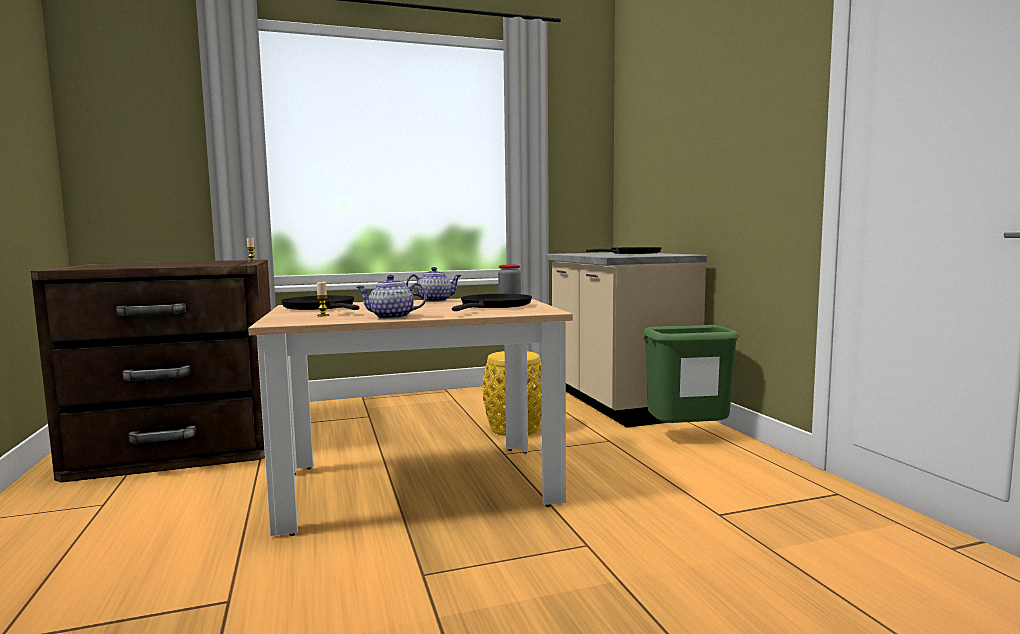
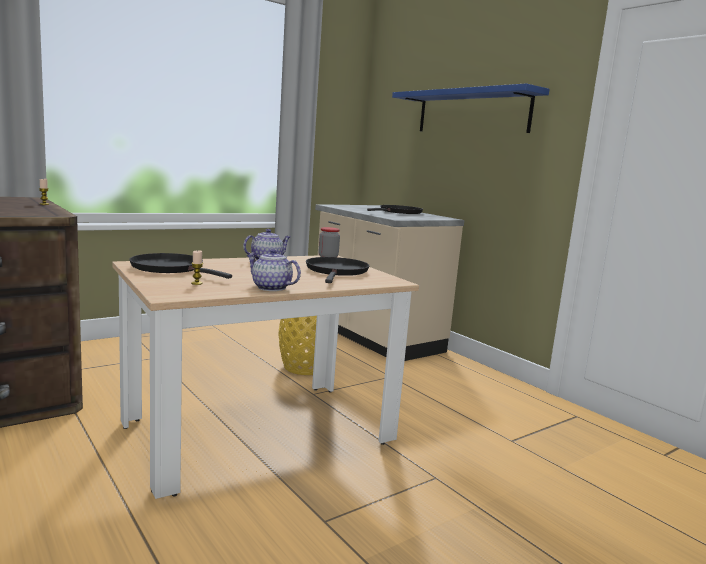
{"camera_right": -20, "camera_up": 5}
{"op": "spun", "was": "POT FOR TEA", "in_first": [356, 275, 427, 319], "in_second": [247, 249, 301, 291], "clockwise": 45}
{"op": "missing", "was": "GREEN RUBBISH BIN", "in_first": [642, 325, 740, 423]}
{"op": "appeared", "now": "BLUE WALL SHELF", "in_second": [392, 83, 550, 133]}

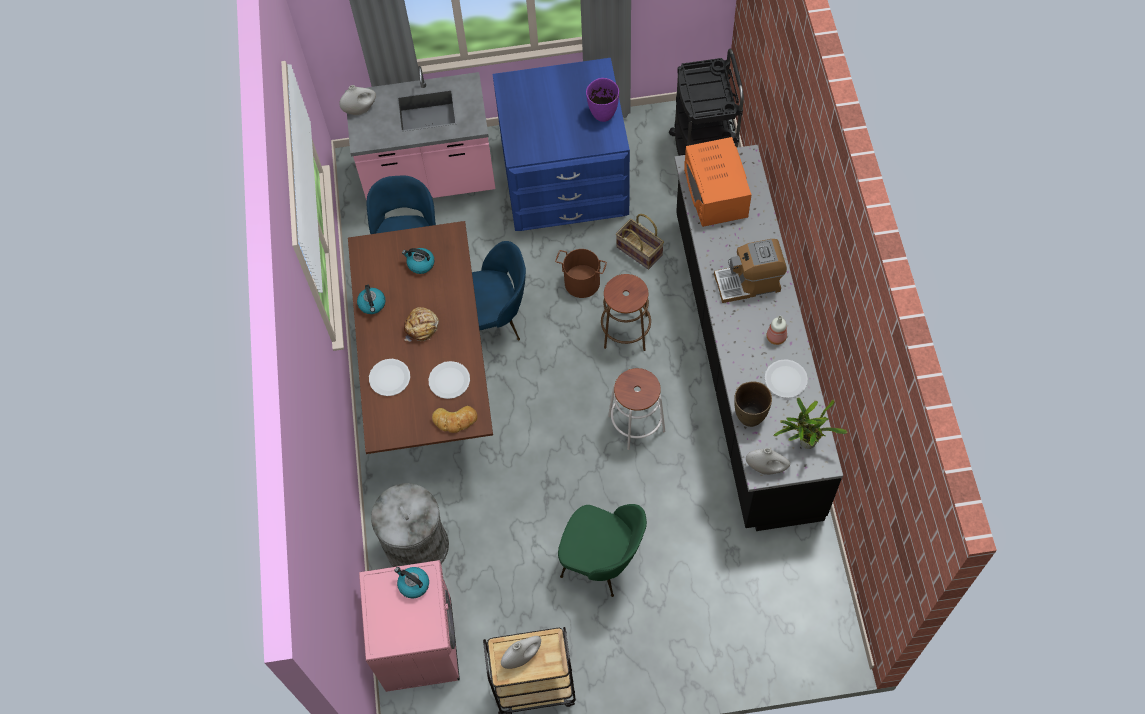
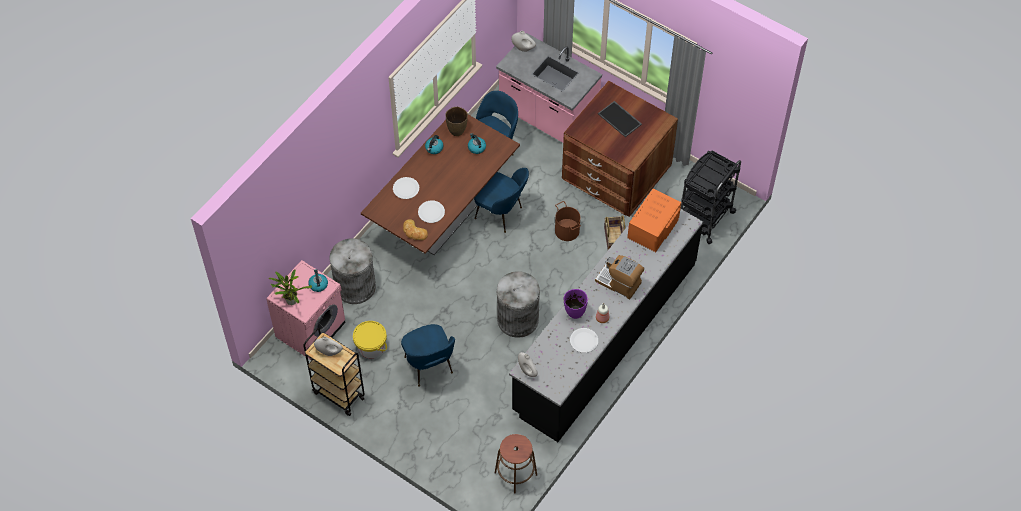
{"camera_right": 40, "camera_up": -5}
{"op": "colour", "was": "BLUE CHEST OF DRAWERS", "now": "BROWN-COLOURED CHEST OF DRAWERS", "in_first": [493, 58, 630, 231], "in_second": [562, 81, 678, 217]}
{"op": "relocated", "was": "PURPLE DECORATIVE VASE", "in_first": [586, 78, 619, 122], "in_second": [564, 289, 588, 319]}
{"op": "relocated", "was": "BROWN-COLOURED STOOL", "in_first": [601, 274, 651, 351], "in_second": [495, 434, 537, 494]}
{"op": "missing", "was": "BREAD", "in_first": [404, 307, 439, 342]}
{"op": "exchanged", "was": "WHITE-COLOURED STOOL", "now": "GREY RUBBISH BIN", "in_first": [608, 368, 665, 450], "in_second": [497, 271, 540, 338]}
{"op": "relocated", "was": "BROWN-COLOURED DECORATIVE VASE", "in_first": [734, 382, 772, 427], "in_second": [445, 107, 468, 136]}
{"op": "relocated", "was": "HOUSEPLANT", "in_first": [774, 398, 847, 449], "in_second": [269, 269, 312, 305]}
{"op": "colour", "was": "GREEN UPRIGHT CHAIR", "now": "BLUE UPRIGHT CHAIR", "in_first": [558, 504, 647, 597], "in_second": [401, 324, 455, 387]}
{"op": "appeared", "now": "TRAY", "in_second": [598, 101, 642, 137]}
{"op": "appeared", "now": "YELLOW WATER BUCKET", "in_second": [353, 321, 387, 359]}

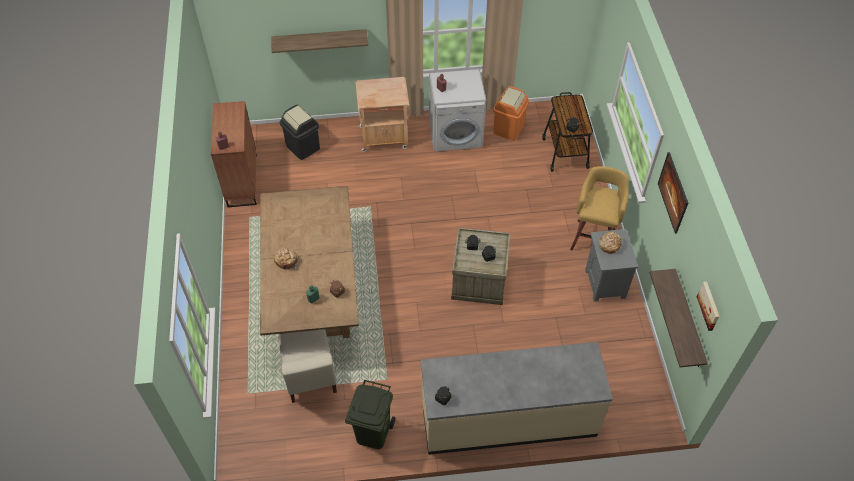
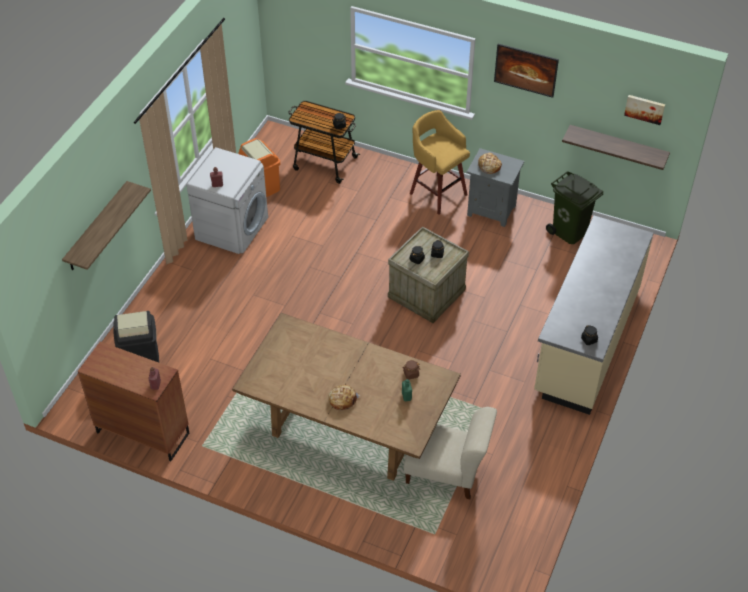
{"camera_right": -60, "camera_up": -5}
{"op": "missing", "was": "BROWN-COLOURED TROLLEY", "in_first": [356, 77, 409, 152]}
{"op": "relocated", "was": "GREEN RUBBISH BIN", "in_first": [345, 380, 395, 449], "in_second": [546, 171, 603, 244]}

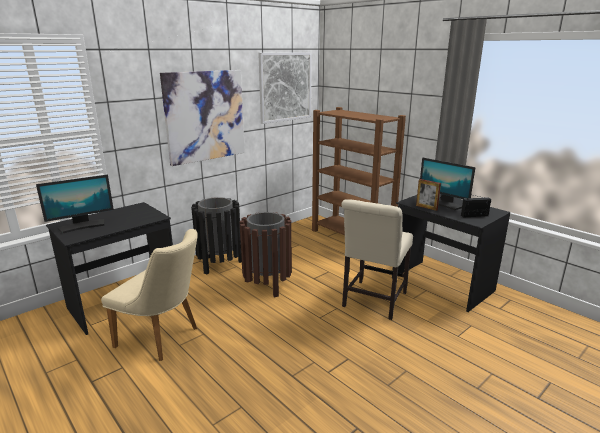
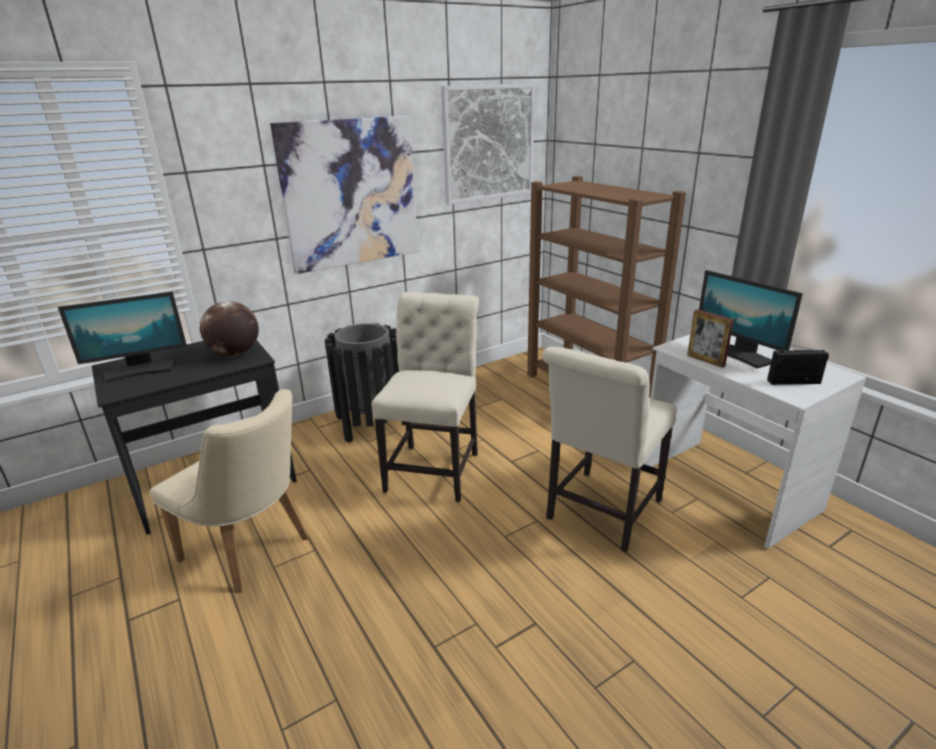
{"camera_right": 10, "camera_up": 5}
{"op": "colour", "was": "BLACK-COLOURED DESK", "now": "WHITE-COLOURED DESK", "in_first": [392, 194, 510, 312], "in_second": [644, 335, 866, 549]}
{"op": "exchanged", "was": "BROWN-COLOURED RUBBISH BIN", "now": "BEIGE UPRIGHT CHAIR", "in_first": [240, 212, 292, 298], "in_second": [372, 292, 479, 502]}
{"op": "appeared", "now": "DESK GLOBE", "in_second": [200, 301, 259, 357]}

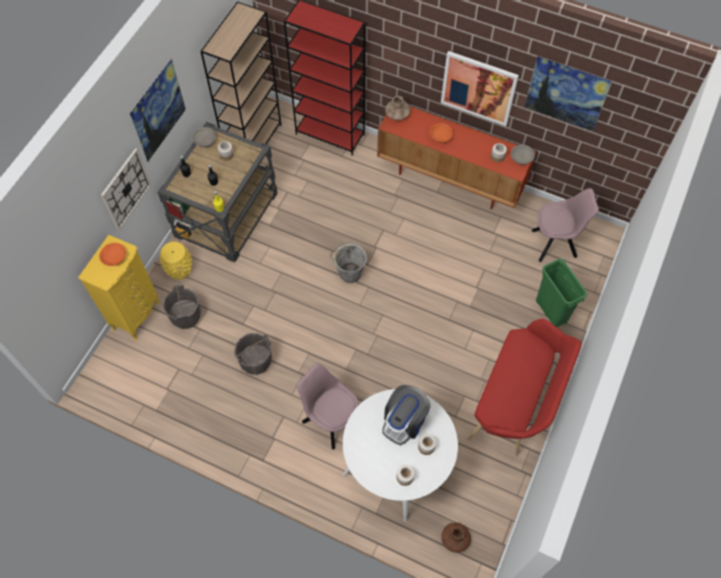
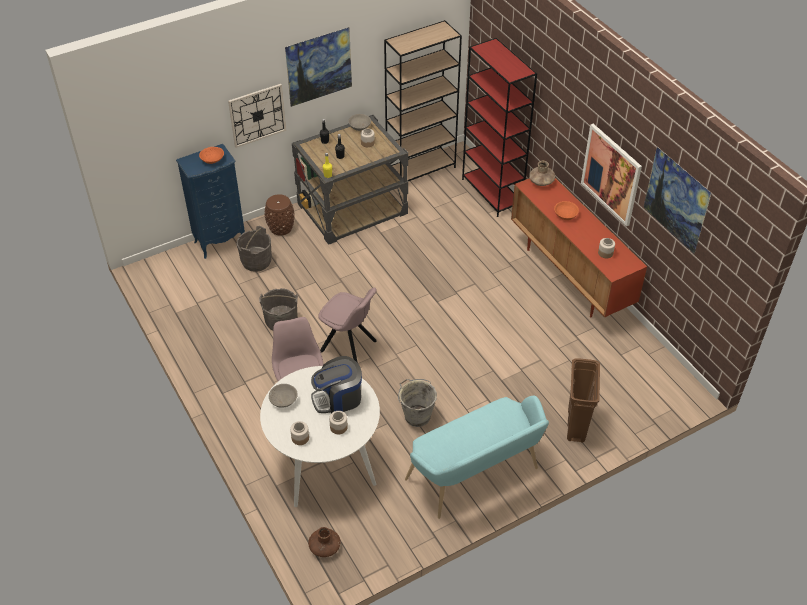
{"camera_right": 35, "camera_up": -15}
{"op": "relocated", "was": "GREY SERVING BOWL", "in_first": [511, 145, 535, 165], "in_second": [269, 384, 298, 408]}
{"op": "relocated", "was": "PINKISH UPRIGHT CHAIR", "in_first": [532, 188, 599, 262], "in_second": [318, 287, 377, 363]}
{"op": "colour", "was": "YELLOW CHEST OF DRAWERS", "now": "BLUE CHEST OF DRAWERS", "in_first": [78, 235, 161, 341], "in_second": [176, 144, 245, 259]}
{"op": "colour", "was": "YELLOW STOOL", "now": "BROWN-COLOURED STOOL", "in_first": [160, 242, 192, 280], "in_second": [265, 194, 295, 235]}
{"op": "relocated", "was": "GREY WATER BUCKET", "in_first": [330, 242, 367, 283], "in_second": [398, 379, 437, 427]}
{"op": "colour", "was": "GREEN RUBBISH BIN", "now": "BROWN-COLOURED RUBBISH BIN", "in_first": [536, 259, 588, 328], "in_second": [567, 358, 600, 443]}
{"op": "colour", "was": "RED BENCH", "now": "BLUE-GREEN BENCH", "in_first": [467, 319, 582, 456], "in_second": [405, 396, 549, 519]}

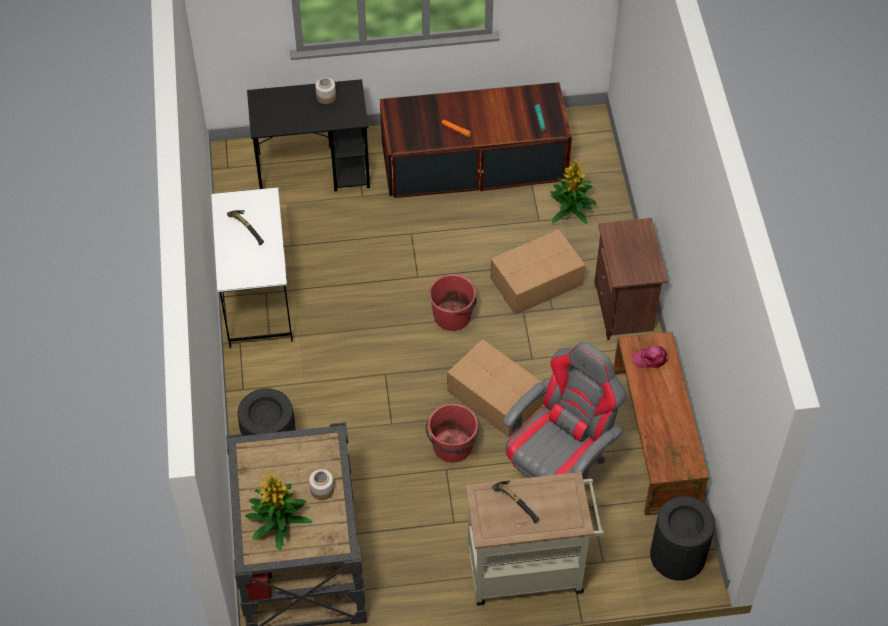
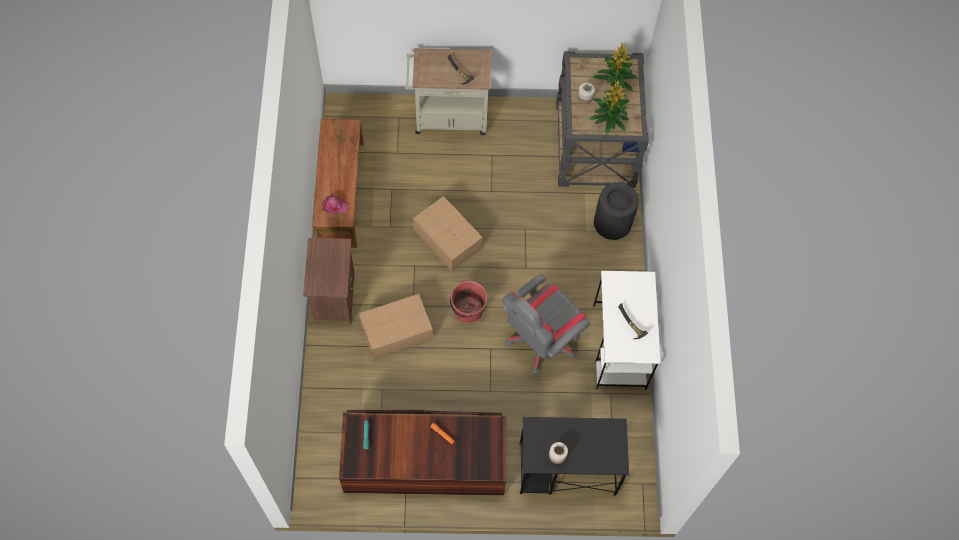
{"camera_right": -175, "camera_up": 10}
{"op": "relocated", "was": "HOUSEPLANT", "in_first": [550, 159, 596, 224], "in_second": [589, 80, 630, 135]}
{"op": "relocated", "was": "GREY COMPUTER CHAIR", "in_first": [503, 342, 626, 479], "in_second": [503, 274, 590, 375]}
{"op": "missing", "was": "RED WATER BUCKET", "in_first": [426, 404, 479, 462]}
{"op": "missing", "was": "BLACK-COLOURED RUBBISH BIN", "in_first": [650, 496, 715, 581]}

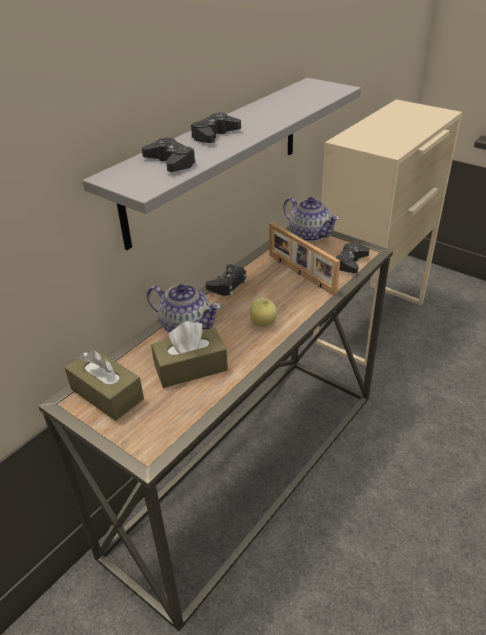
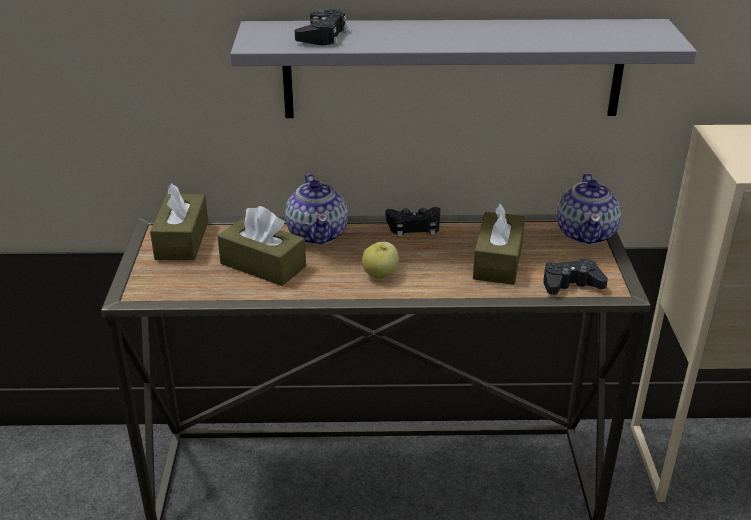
{"camera_right": 50, "camera_up": -5}
{"op": "missing", "was": "BLACK-COLOURED JOYPAD", "in_first": [191, 113, 241, 143]}
{"op": "exchanged", "was": "PHOTO FRAME", "now": "BROWN-COLOURED TISSUE HOLDER", "in_first": [269, 222, 340, 296], "in_second": [473, 202, 525, 285]}

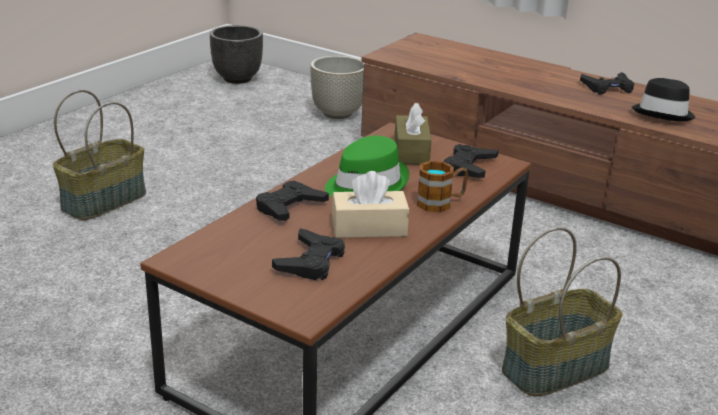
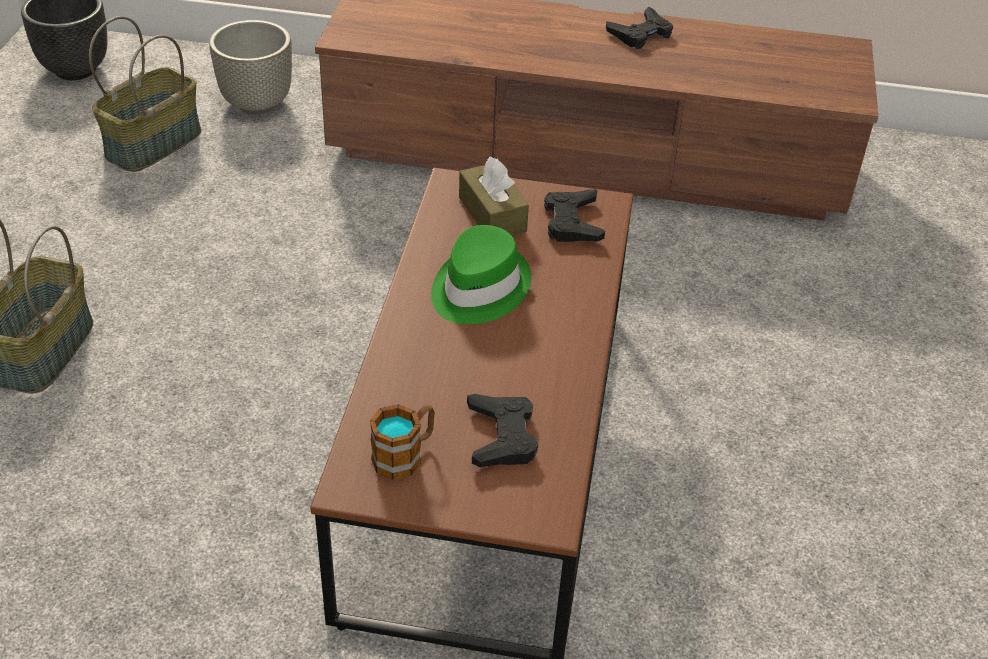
{"camera_right": -25, "camera_up": 15}
{"op": "missing", "was": "BLACK-COLOURED HAT", "in_first": [631, 78, 695, 122]}
{"op": "relocated", "was": "TEA MUG", "in_first": [417, 161, 468, 212], "in_second": [370, 404, 435, 480]}
{"op": "missing", "was": "BEIGE TISSUE HOLDER", "in_first": [332, 171, 409, 238]}
{"op": "missing", "was": "BLACK-COLOURED JOYPAD", "in_first": [256, 181, 329, 221]}
{"op": "relocated", "was": "BASKET", "in_first": [502, 227, 622, 397], "in_second": [89, 16, 201, 172]}

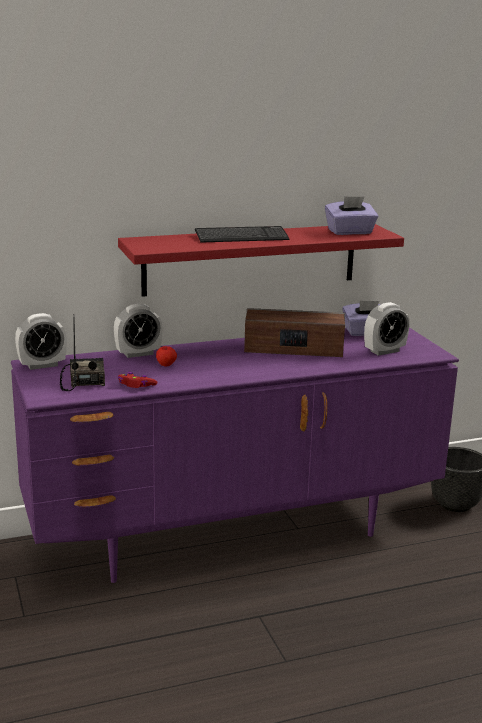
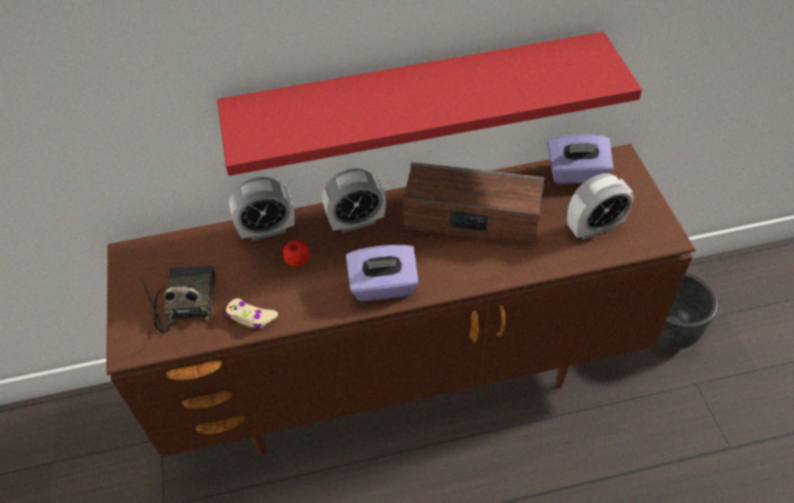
{"camera_right": 10, "camera_up": 30}
{"op": "relocated", "was": "PURPLE TISSUE HOLDER", "in_first": [325, 196, 378, 235], "in_second": [346, 245, 419, 301]}
{"op": "missing", "was": "PC KEYBOARD", "in_first": [195, 226, 289, 243]}
{"op": "relocated", "was": "ALARM CLOCK", "in_first": [15, 313, 67, 370], "in_second": [322, 168, 386, 233]}
{"op": "colour", "was": "PURPLE CHEST OF DRAWERS", "now": "BROWN-COLOURED CHEST OF DRAWERS", "in_first": [11, 328, 459, 583], "in_second": [106, 144, 696, 457]}
{"op": "colour", "was": "RED JOYPAD", "now": "BEIGE JOYPAD", "in_first": [118, 372, 157, 388], "in_second": [225, 298, 278, 328]}

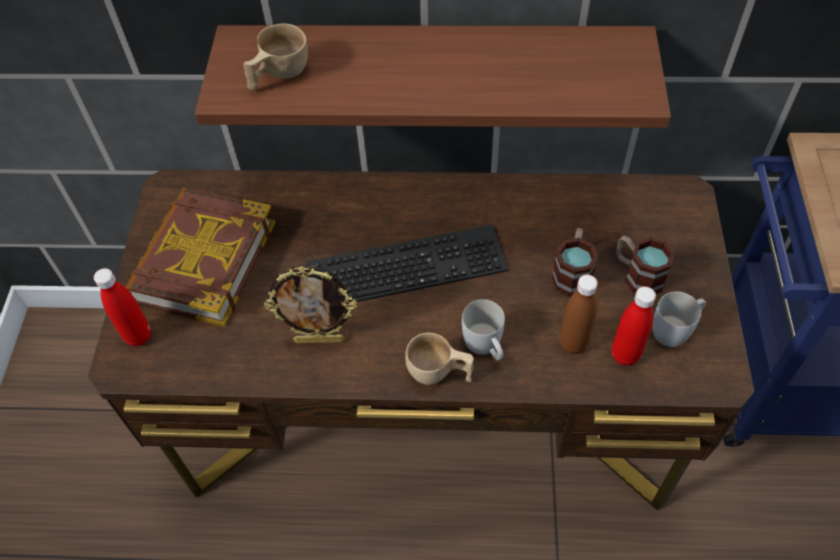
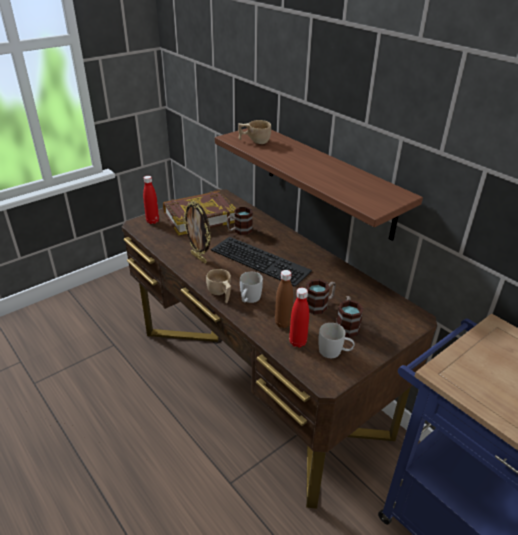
{"camera_right": 45, "camera_up": -20}
{"op": "appeared", "now": "TEA MUG", "in_second": [226, 207, 253, 235]}

